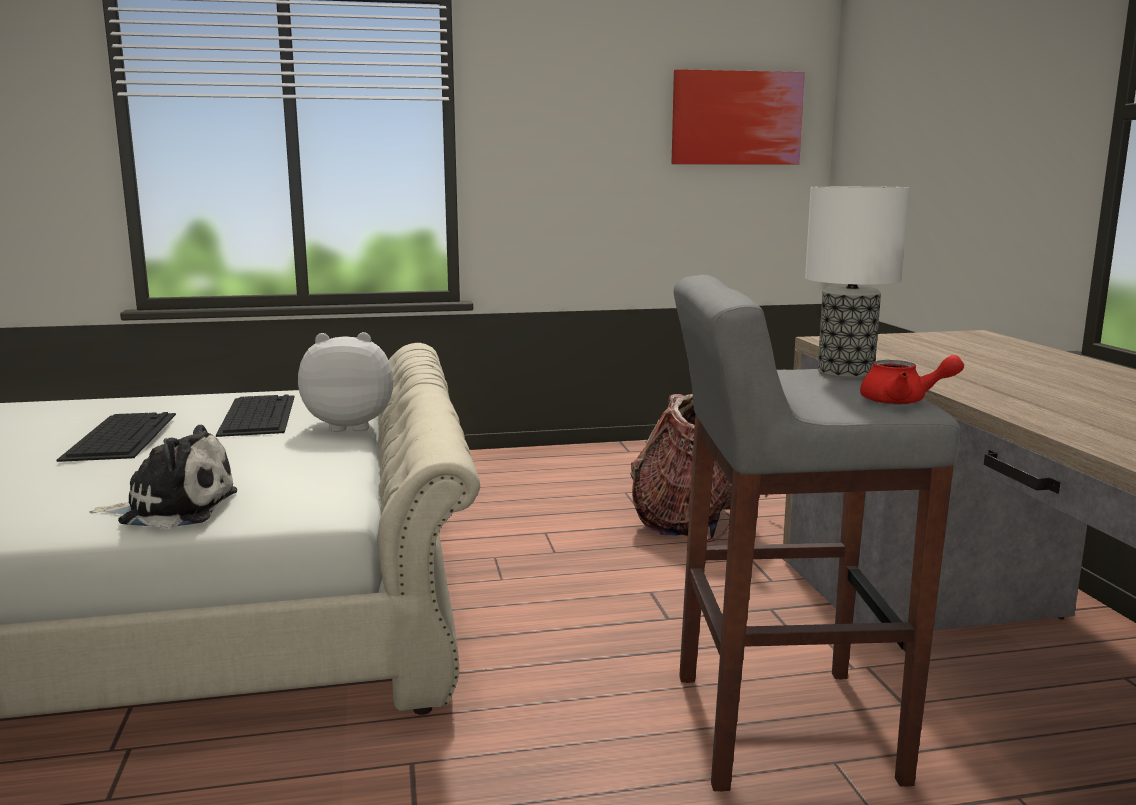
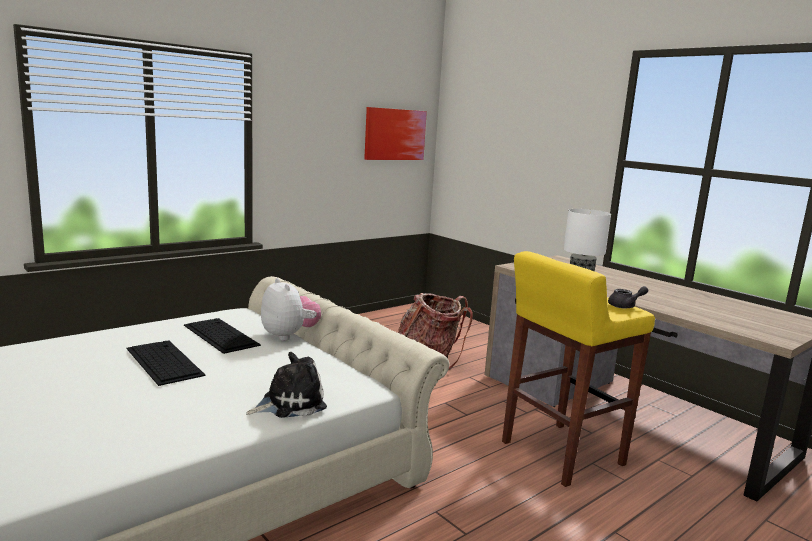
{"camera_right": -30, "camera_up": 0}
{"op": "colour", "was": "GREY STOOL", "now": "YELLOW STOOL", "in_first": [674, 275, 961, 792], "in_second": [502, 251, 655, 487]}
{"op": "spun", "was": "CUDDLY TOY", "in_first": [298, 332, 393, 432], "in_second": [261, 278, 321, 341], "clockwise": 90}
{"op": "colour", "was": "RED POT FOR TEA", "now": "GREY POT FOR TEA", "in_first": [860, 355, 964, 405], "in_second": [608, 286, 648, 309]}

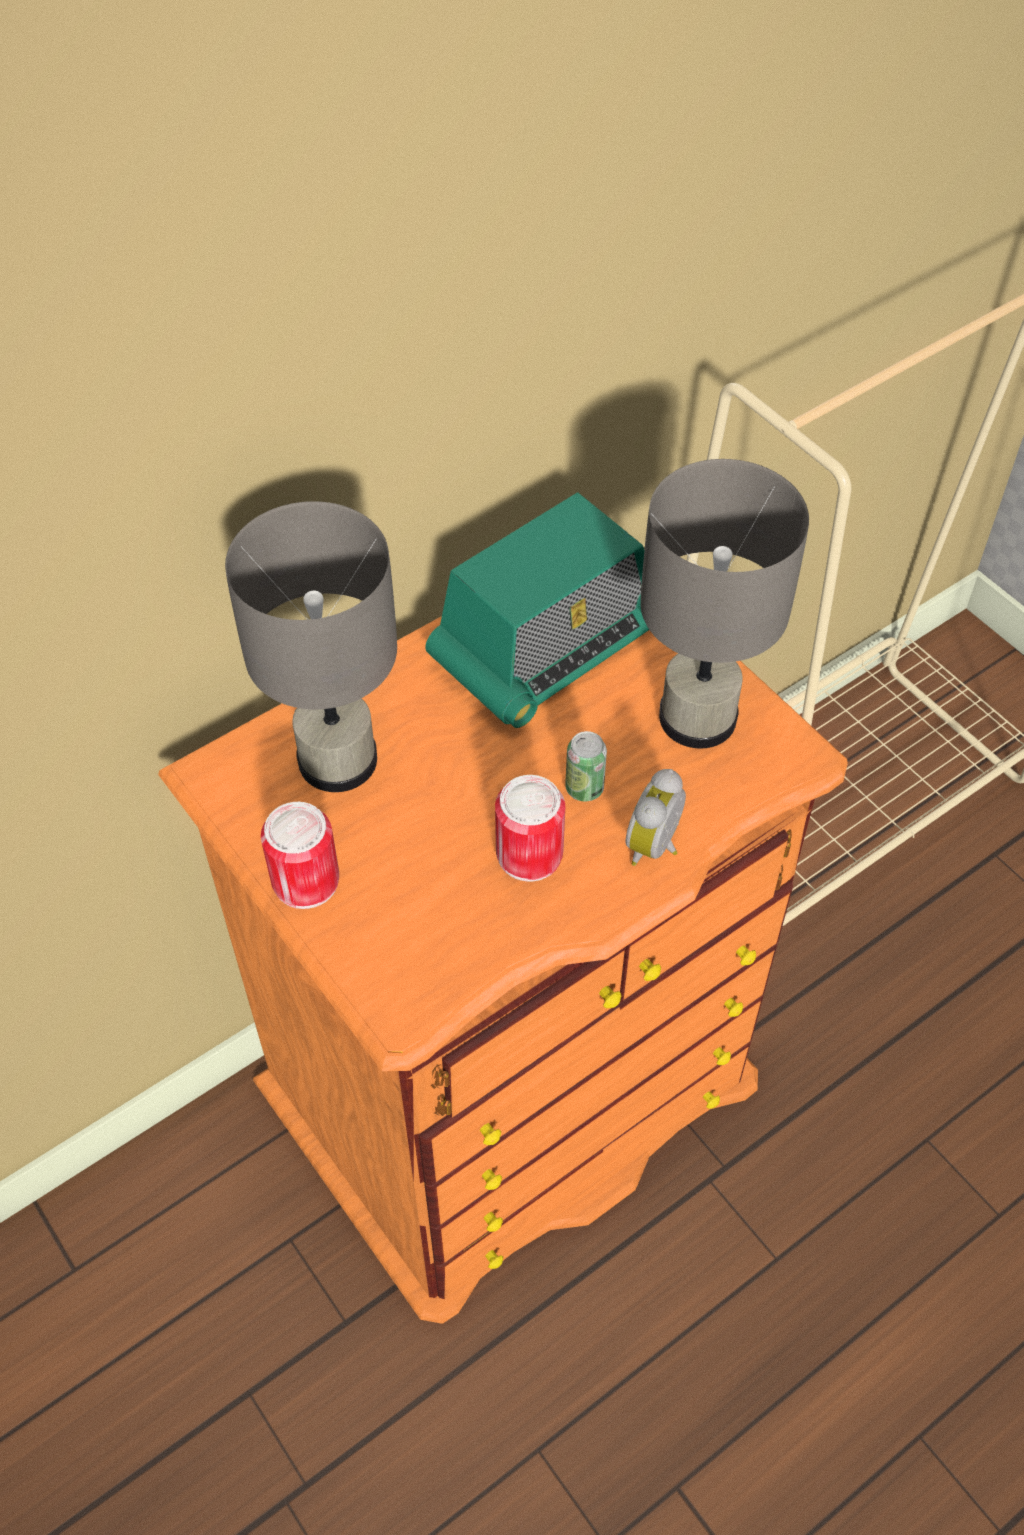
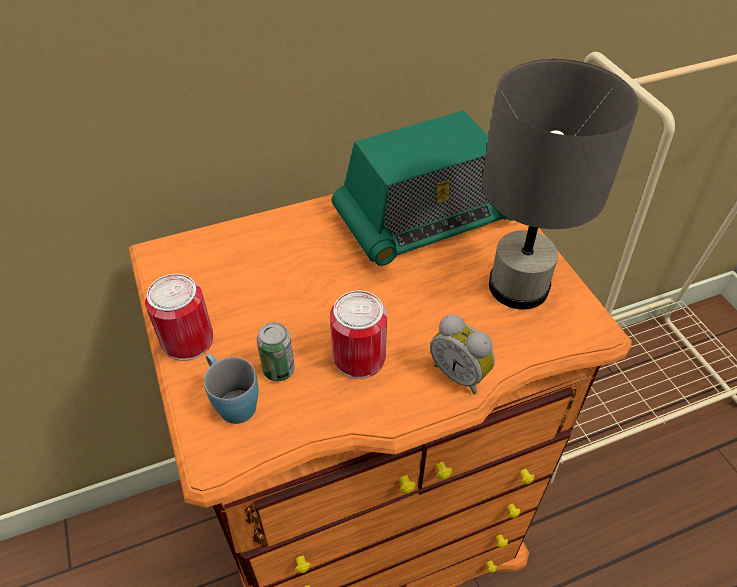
{"camera_right": 15, "camera_up": -5}
{"op": "missing", "was": "GREY TABLETOP LAMP", "in_first": [225, 501, 397, 792]}
{"op": "relocated", "was": "CAN", "in_first": [565, 731, 607, 801], "in_second": [257, 322, 295, 381]}
{"op": "spun", "was": "ALARM CLOCK", "in_first": [626, 769, 686, 866], "in_second": [430, 314, 495, 395], "clockwise": -90}
{"op": "appeared", "now": "BLUE TEA MUG", "in_second": [204, 353, 258, 424]}

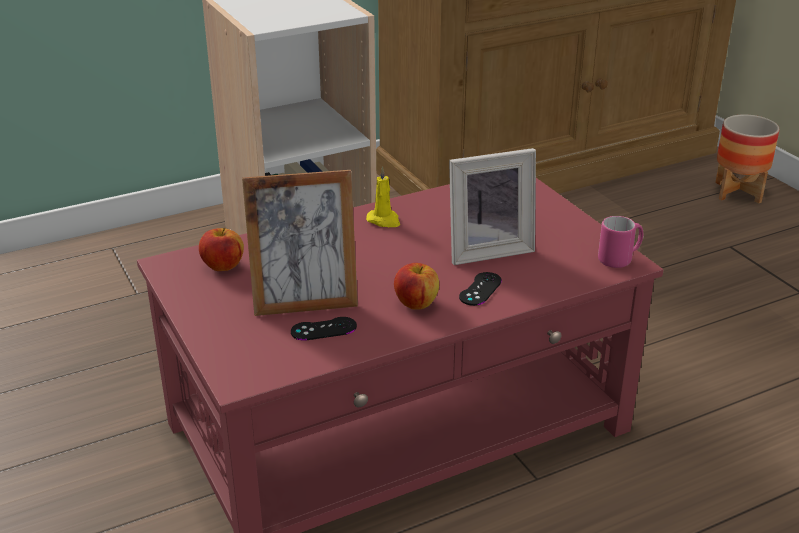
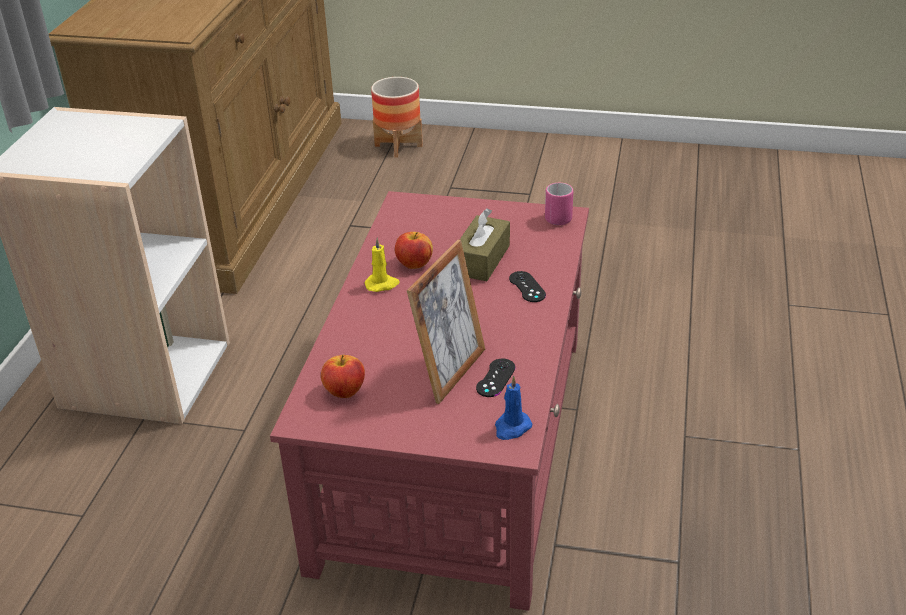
{"camera_right": -50, "camera_up": 5}
{"op": "exchanged", "was": "PHOTO FRAME", "now": "BROWN-COLOURED TISSUE HOLDER", "in_first": [449, 148, 536, 265], "in_second": [460, 208, 510, 281]}
{"op": "relocated", "was": "APPLE", "in_first": [394, 263, 439, 310], "in_second": [395, 232, 433, 269]}
{"op": "appeared", "now": "BLUE CANDLE", "in_second": [495, 375, 532, 440]}

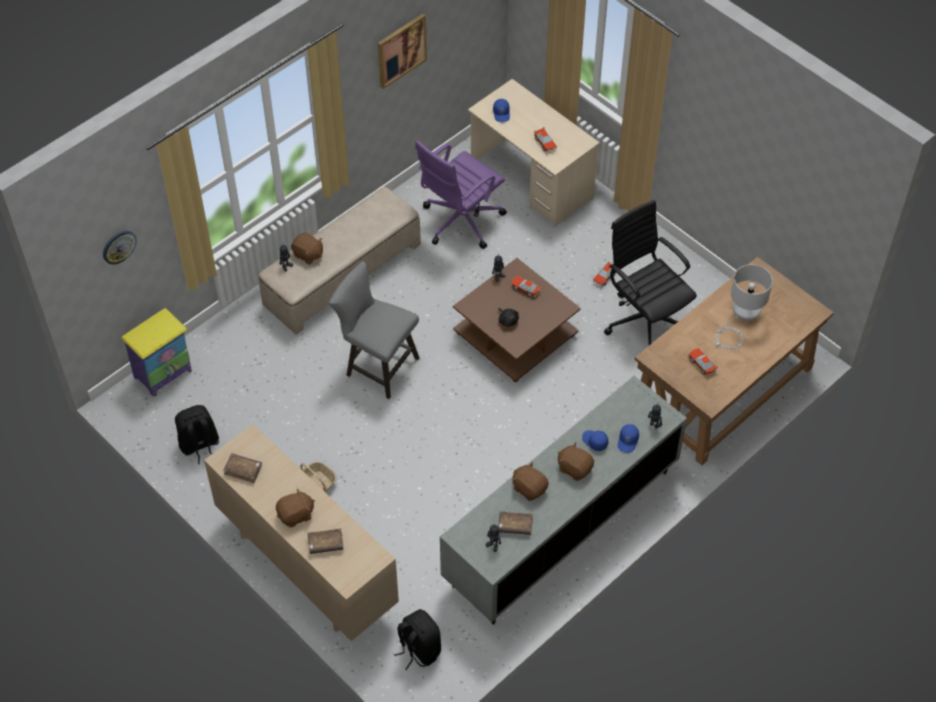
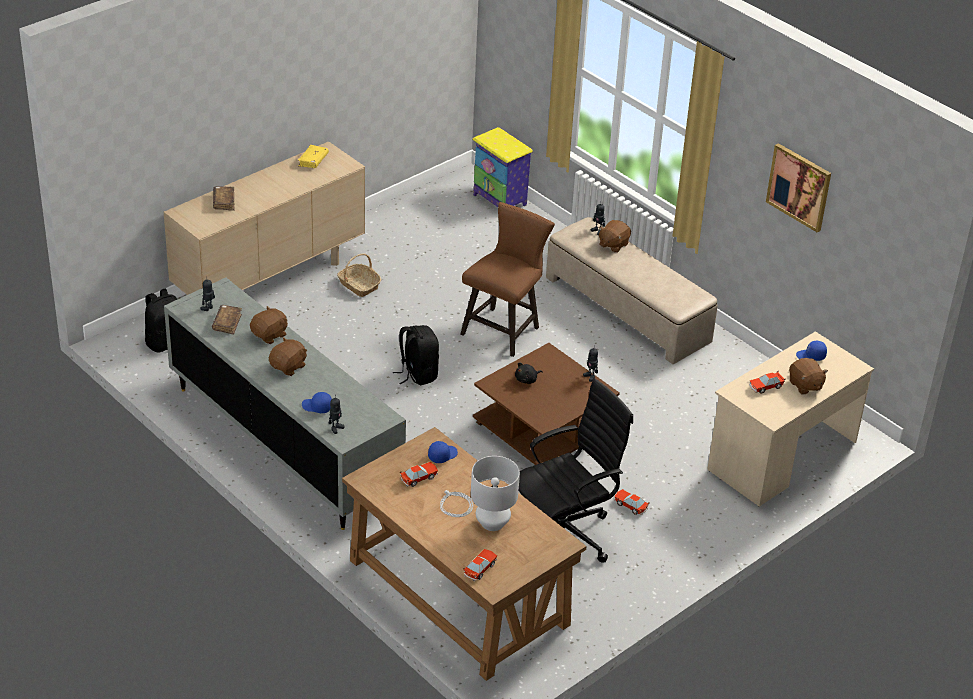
{"camera_right": 90, "camera_up": -15}
{"op": "missing", "was": "PURPLE COMPUTER CHAIR", "in_first": [415, 140, 507, 249]}
{"op": "missing", "was": "HANGING CLOCK", "in_first": [103, 231, 137, 265]}
{"op": "colour", "was": "GREY STOOL", "now": "BROWN-COLOURED STOOL", "in_first": [329, 261, 419, 399], "in_second": [460, 202, 555, 357]}
{"op": "relocated", "was": "MINIATURE CAR", "in_first": [511, 276, 541, 297], "in_second": [463, 549, 497, 582]}
{"op": "relocated", "was": "BLACK-COLOURED KNAPSACK", "in_first": [175, 405, 219, 464], "in_second": [393, 325, 439, 385]}
{"op": "relocated", "was": "BLUE CAP", "in_first": [582, 430, 608, 451], "in_second": [428, 441, 458, 463]}
{"op": "colour", "was": "BROWN-COLOURED BOOK", "now": "YELLOW BOOK", "in_first": [223, 453, 262, 483], "in_second": [298, 145, 329, 168]}
{"op": "relocated", "was": "BROWN-COLOURED CUDDLY TOY", "in_first": [276, 488, 315, 527], "in_second": [789, 358, 828, 395]}

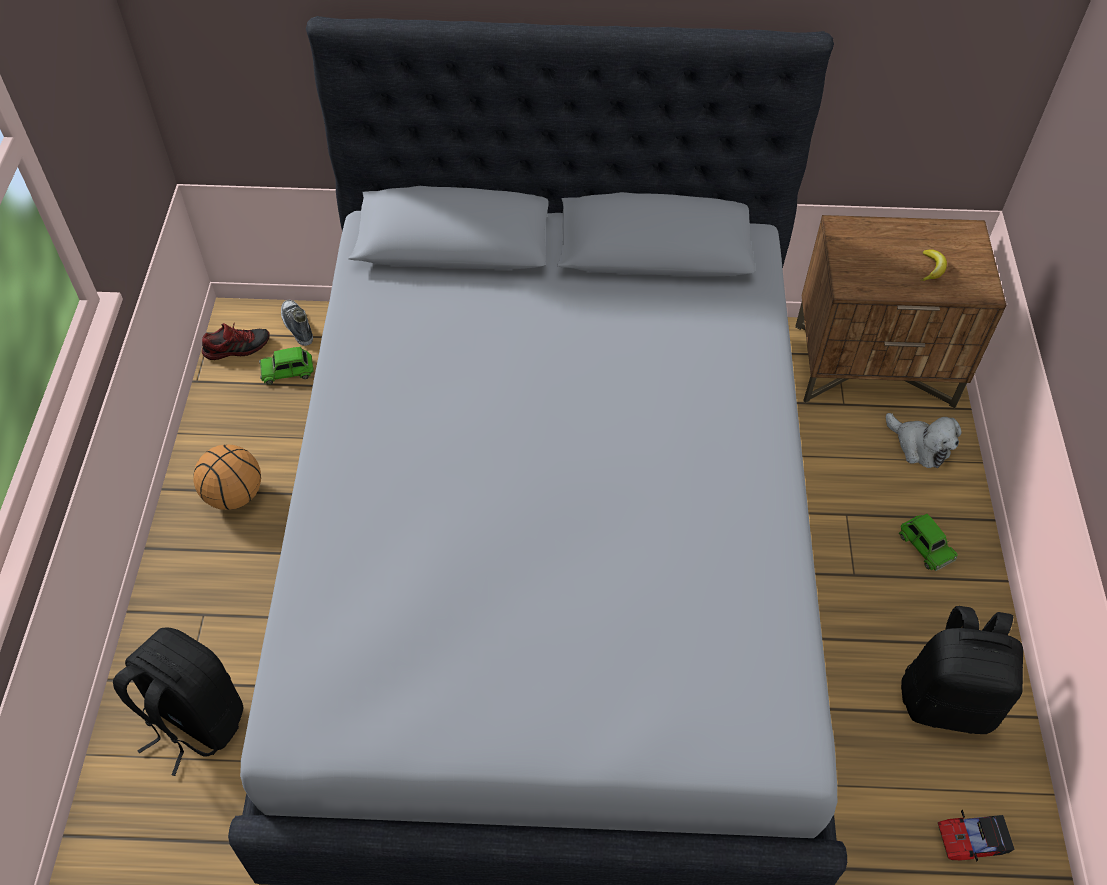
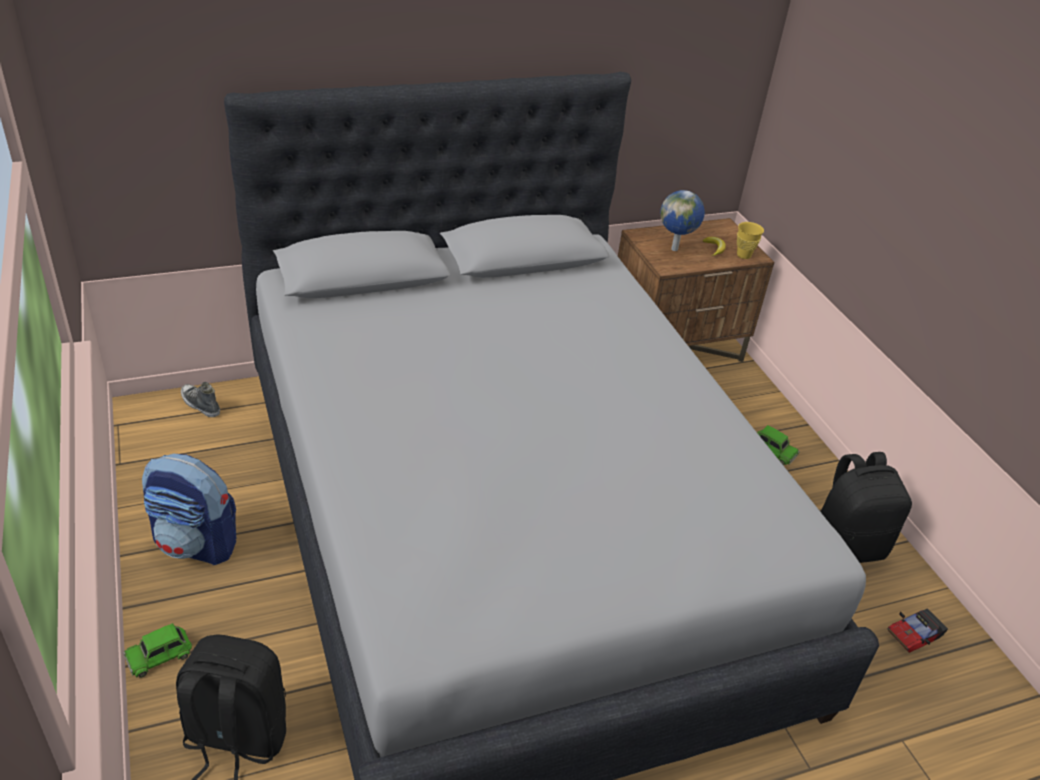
{"camera_right": -25, "camera_up": -15}
{"op": "missing", "was": "LOW SHOE", "in_first": [202, 323, 270, 360]}
{"op": "relocated", "was": "GREEN MINIATURE CAR", "in_first": [259, 347, 314, 385], "in_second": [123, 623, 192, 678]}
{"op": "missing", "was": "CUDDLY TOY", "in_first": [886, 413, 962, 468]}
{"op": "exchanged", "was": "BASKETBALL", "now": "KNAPSACK", "in_first": [193, 445, 261, 510], "in_second": [142, 454, 236, 565]}
{"op": "appeared", "now": "DESK GLOBE", "in_second": [660, 190, 705, 251]}
{"op": "appeared", "now": "YELLOW DRINKING CUP", "in_second": [737, 222, 764, 259]}

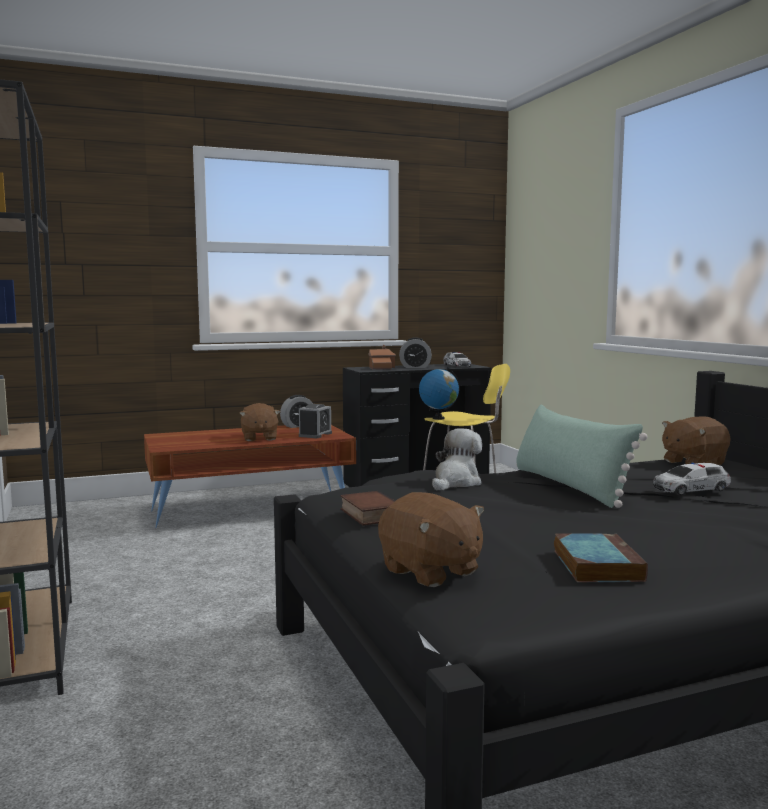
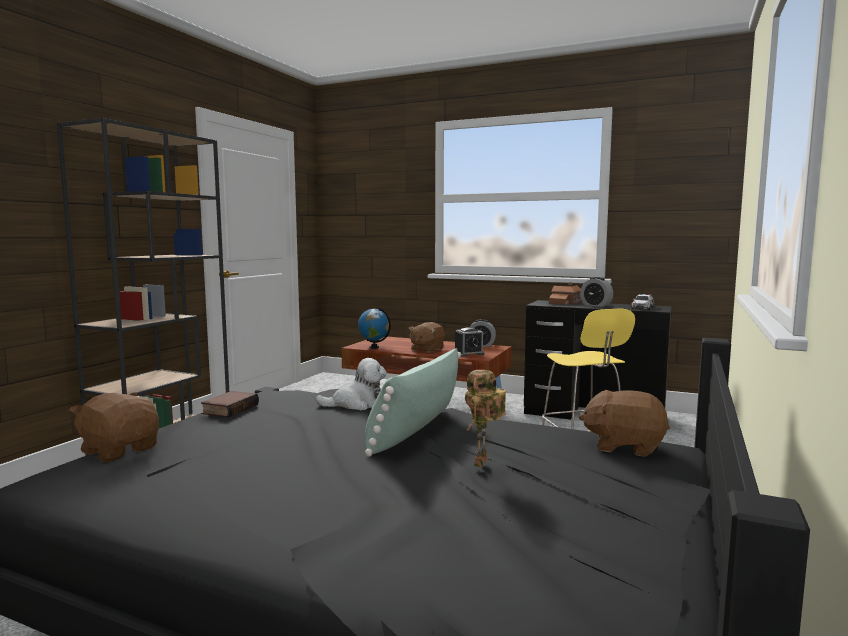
{"camera_right": 45, "camera_up": 0}
{"op": "relocated", "was": "DESK GLOBE", "in_first": [419, 367, 459, 420], "in_second": [358, 308, 391, 349]}
{"op": "exchanged", "was": "MINIATURE CAR", "now": "ROBOT FIGURE", "in_first": [653, 462, 731, 495], "in_second": [465, 370, 506, 467]}
{"op": "spun", "was": "BROWN-COLOURED CUDDLY TOY", "in_first": [378, 492, 484, 587], "in_second": [69, 392, 159, 462], "clockwise": 120}
{"op": "missing", "was": "BOOK", "in_first": [554, 533, 648, 582]}

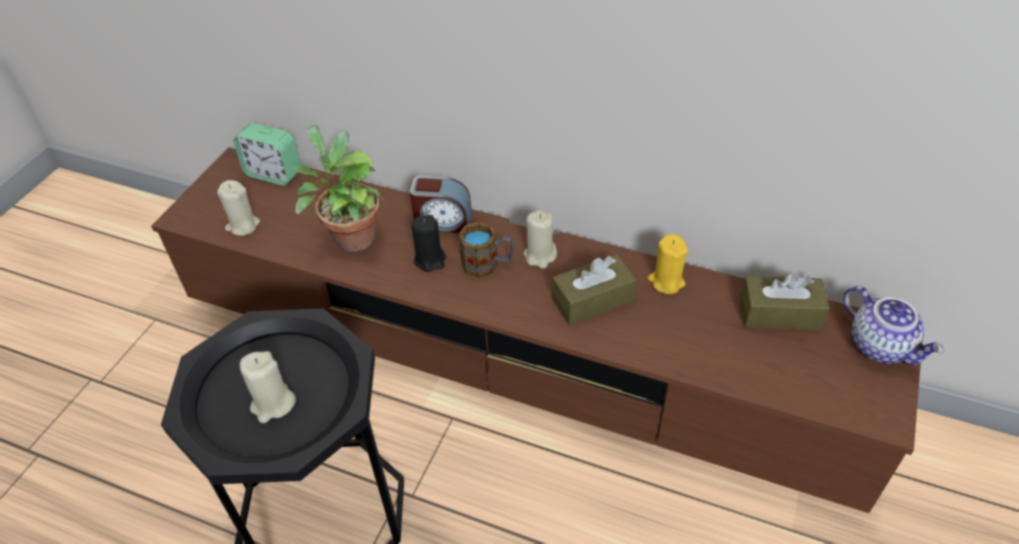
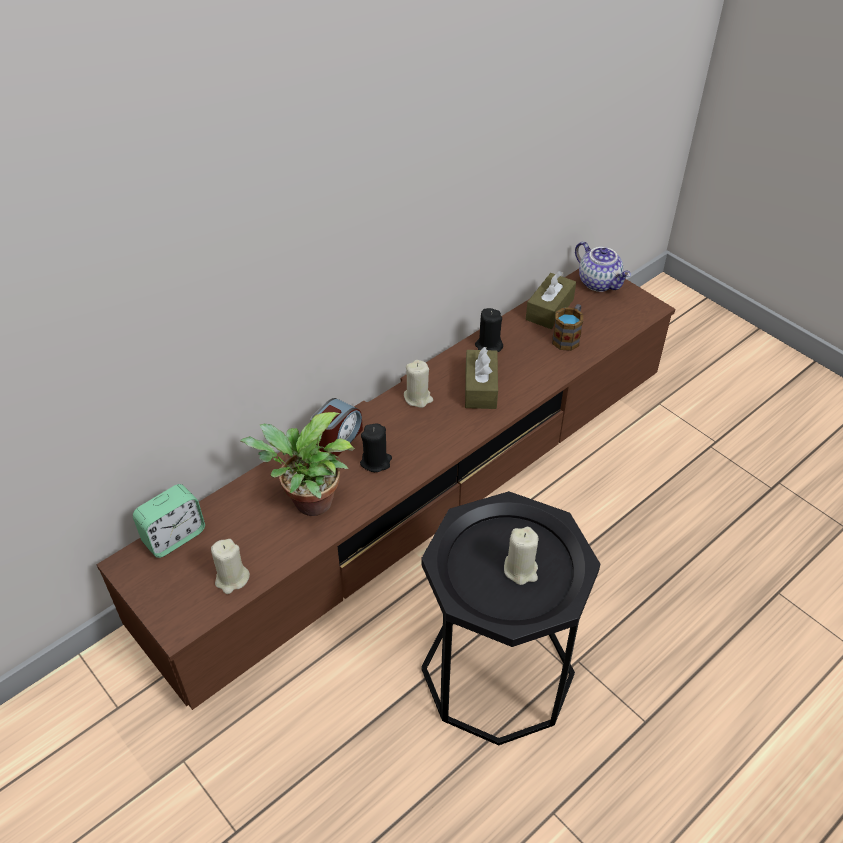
{"camera_right": -65, "camera_up": 0}
{"op": "relocated", "was": "TEA MUG", "in_first": [458, 222, 514, 277], "in_second": [552, 304, 583, 351]}
{"op": "colour", "was": "YELLOW CANDLE", "now": "BLACK-COLOURED CANDLE", "in_first": [647, 234, 688, 294], "in_second": [475, 308, 503, 353]}
{"op": "spun", "was": "POT FOR TEA", "in_first": [843, 286, 944, 365], "in_second": [575, 241, 631, 292], "clockwise": 60}

